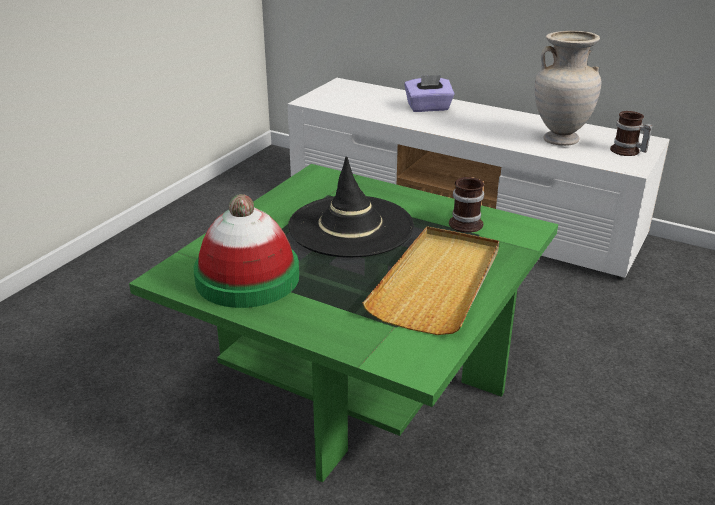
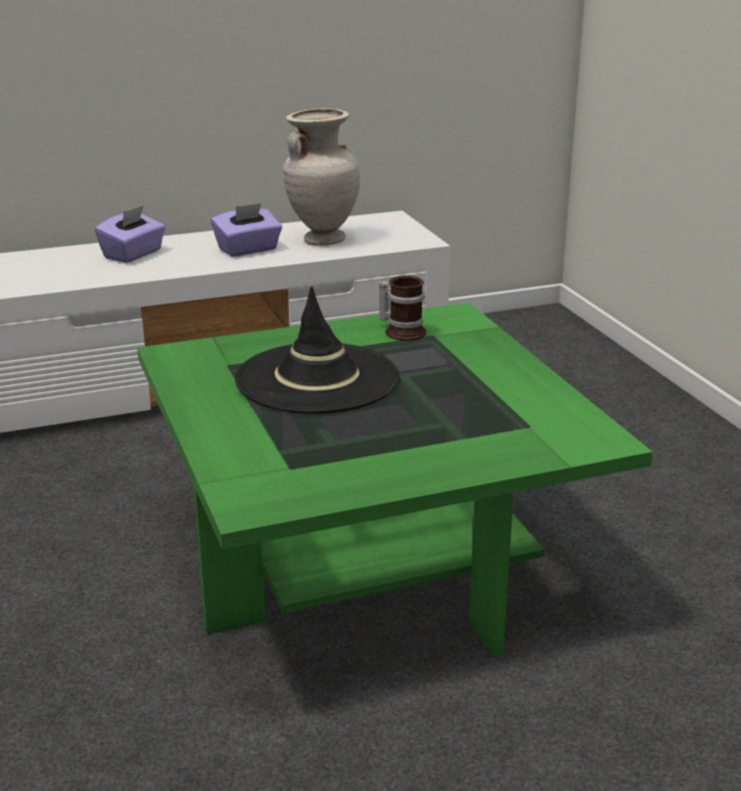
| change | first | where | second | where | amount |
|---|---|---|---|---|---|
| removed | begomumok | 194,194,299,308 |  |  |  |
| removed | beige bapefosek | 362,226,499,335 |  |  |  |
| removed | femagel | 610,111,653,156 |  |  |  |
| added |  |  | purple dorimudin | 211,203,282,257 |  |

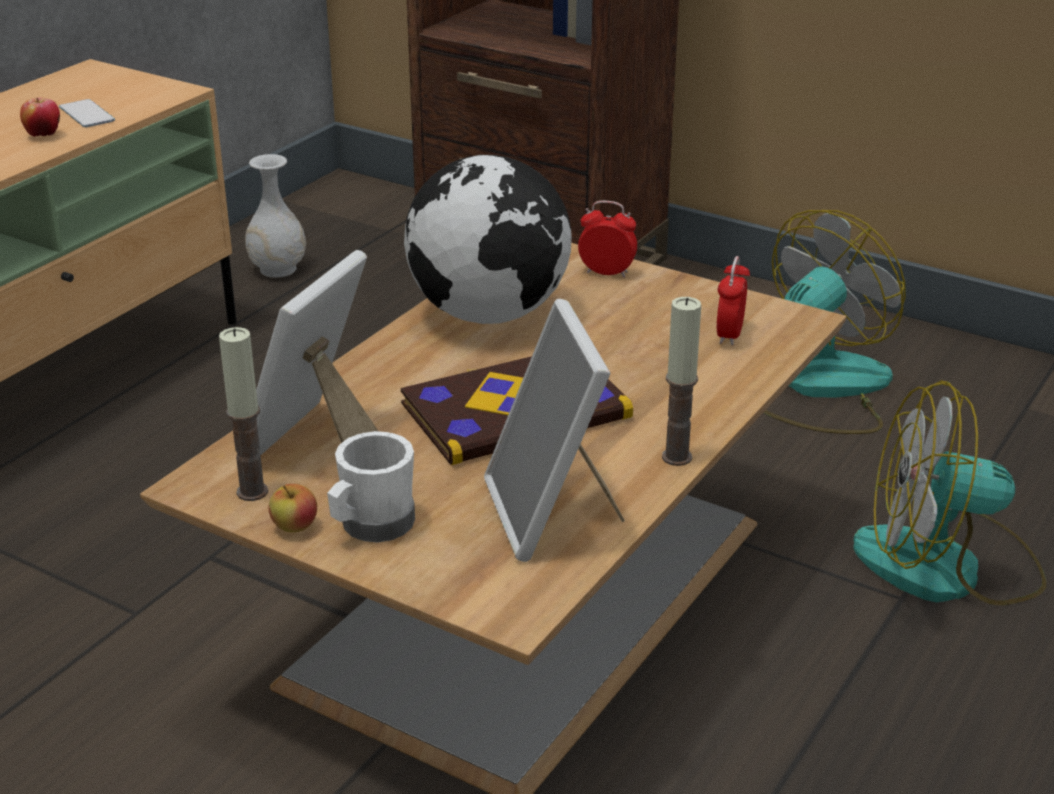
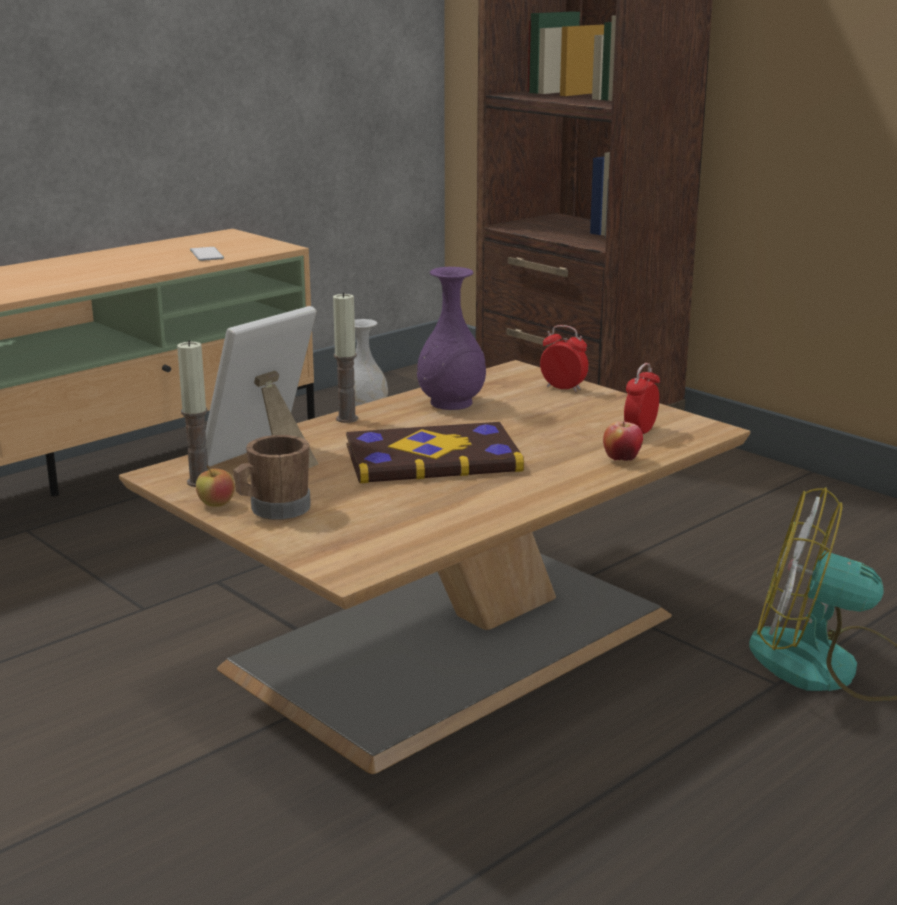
| change | first | where | second | where | amount |
|---|---|---|---|---|---|
| moved | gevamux | 20,98,60,137 |  | 603,422,643,461 |  |
| recoloured | white femagel | 327,431,415,543 | brown femagel | 233,435,311,520 |  |
| replaced | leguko | 404,155,572,324 | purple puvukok | 417,267,486,410 |  |
| removed | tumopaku | 484,299,625,562 |  |  |  |
| moved | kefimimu | 662,297,701,466 |  | 333,292,358,423 |  |
| removed | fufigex | 764,210,906,434 |  |  |  |

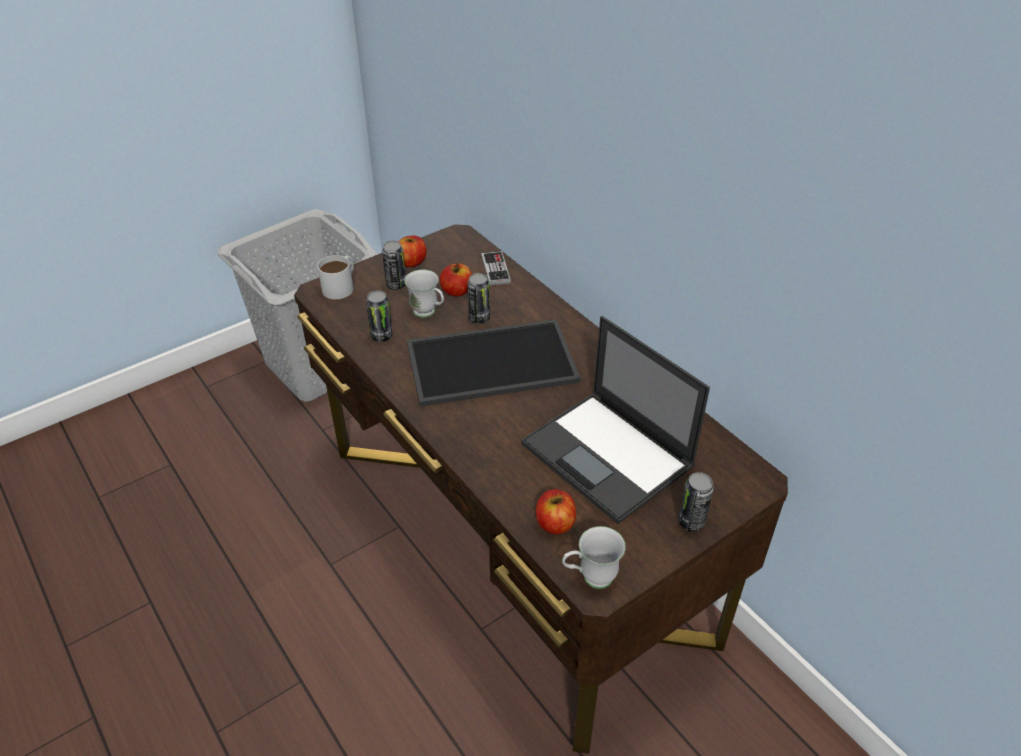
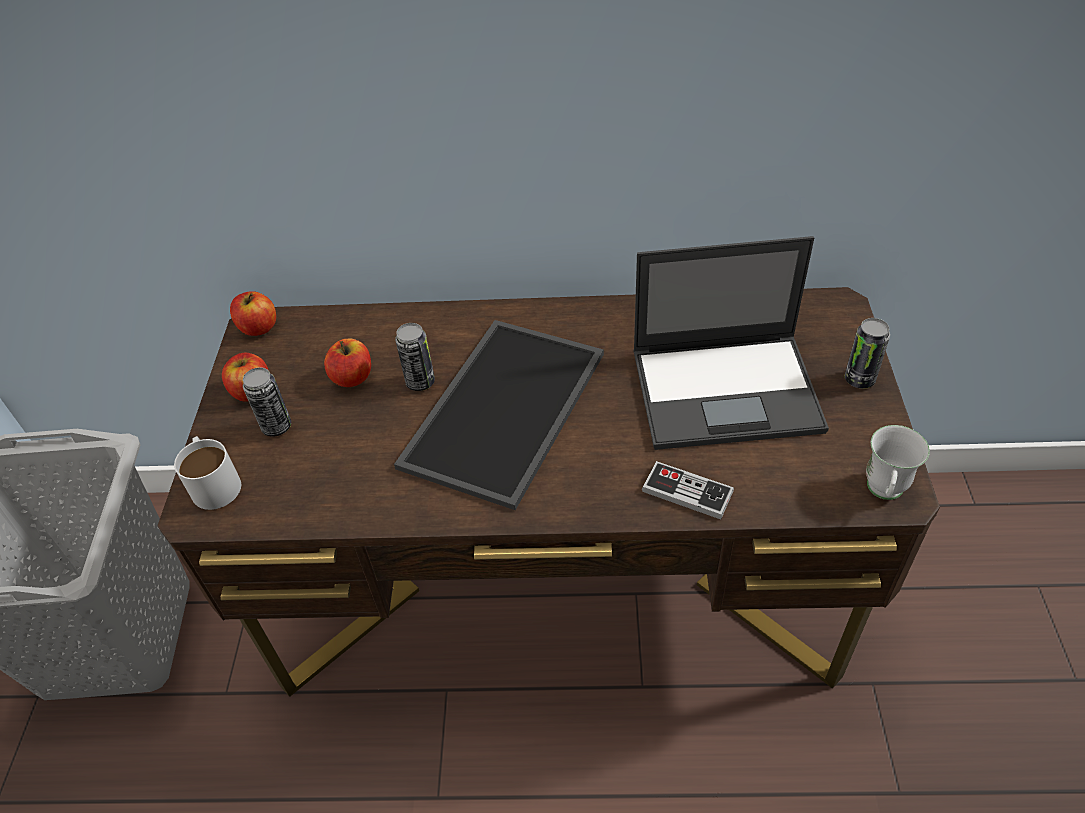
| change | first | where | second | where | amount |
|---|---|---|---|---|---|
| removed | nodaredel | 366,290,392,342 |  |  |  |
| removed | white femagel | 404,270,444,318 |  |  |  |
| moved | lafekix | 481,251,511,286 |  | 642,461,734,519 |  |
| moved | gevamux | 536,489,576,534 |  | 230,291,276,336 |  |

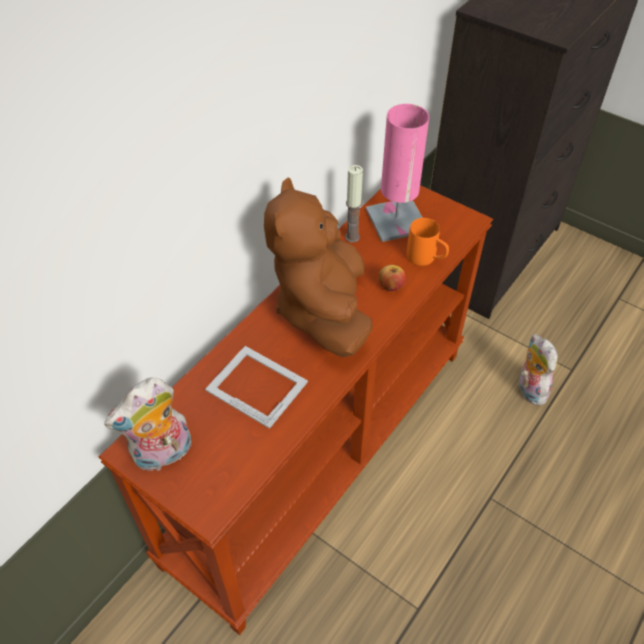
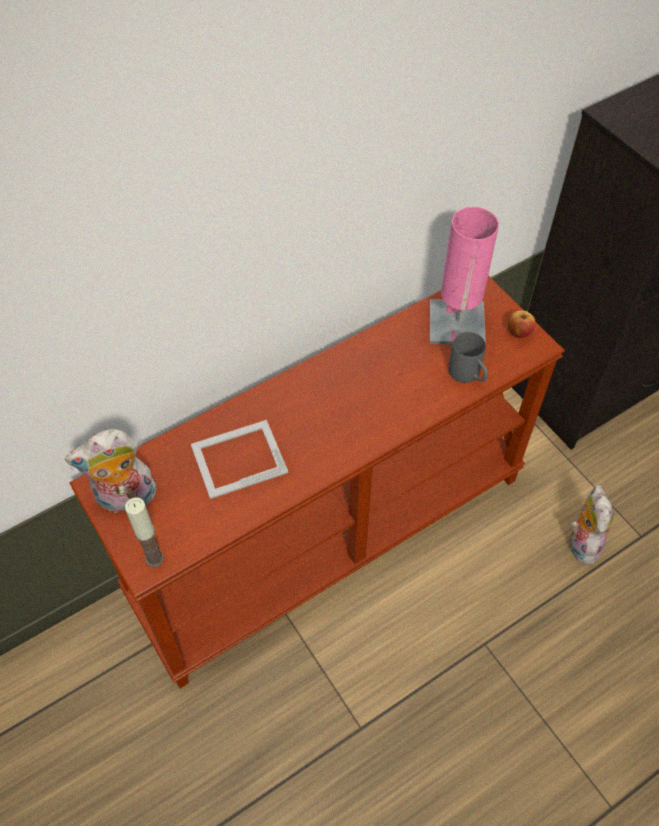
| change | first | where | second | where | amount |
|---|---|---|---|---|---|
| turned | tumopaku | 205,346,308,429 |  | 191,420,289,499 | 75 degrees counterclockwise |
| removed | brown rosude | 264,177,373,357 |  |  |  |
| moved | kefimimu | 345,165,363,243 |  | 125,497,164,567 |  |
| moved | gevamux | 379,265,405,291 |  | 508,310,535,338 |  |
| recoloured | orange femagel | 407,218,449,266 | grey femagel | 448,332,488,383 |  |

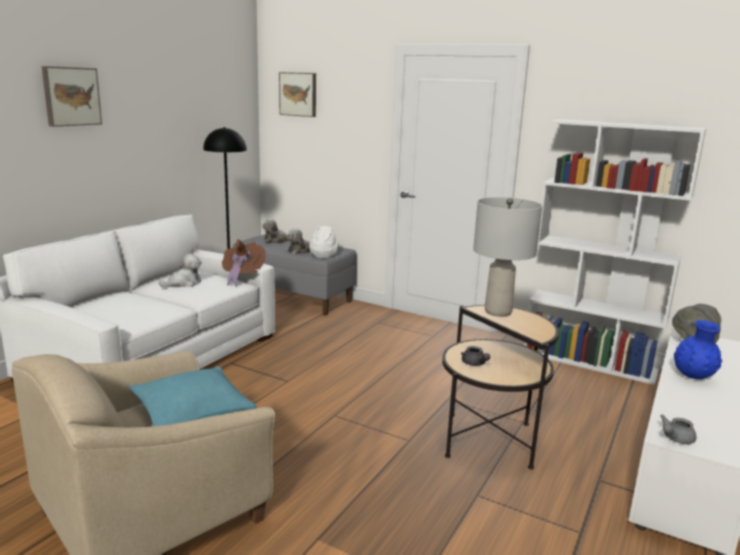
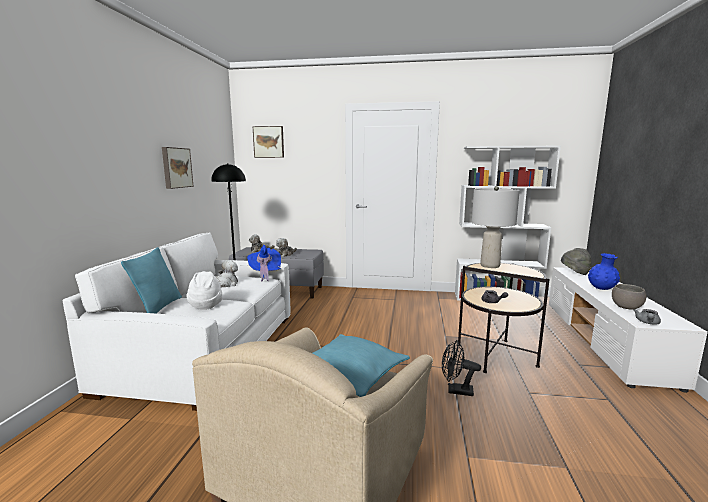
| change | first | where | second | where | amount |
|---|---|---|---|---|---|
| moved | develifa | 42,66,102,127 |  | 162,147,194,189 |  |
| recoloured | brown begomumok | 222,239,266,286 | blue begomumok | 247,245,281,281 |  |
| moved | white begomumok | 309,226,338,258 |  | 186,271,222,310 |  |
| added |  |  | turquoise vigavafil | 121,247,182,314 |  |
| added |  |  | black fufigex | 442,340,481,396 |  |
| added |  |  | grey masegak | 612,284,646,310 |  |

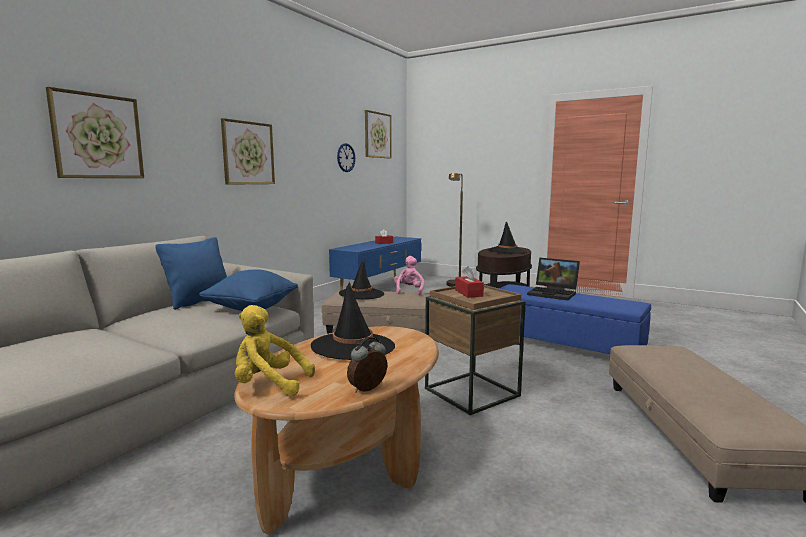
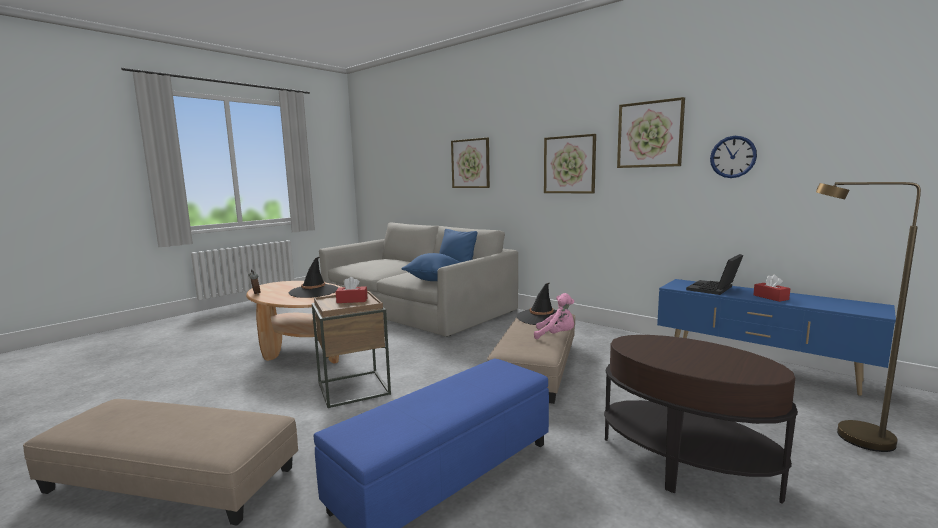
| change | first | where | second | where | amount |
|---|---|---|---|---|---|
| removed | yellow rosude | 235,305,315,396 |  |  |  |
| moved | develifa | 365,110,392,159 |  | 617,97,685,168 |  |
| removed | black begomumok | 488,221,527,254 |  |  |  |
| moved | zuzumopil | 527,258,580,301 |  | 686,254,743,295 |  |

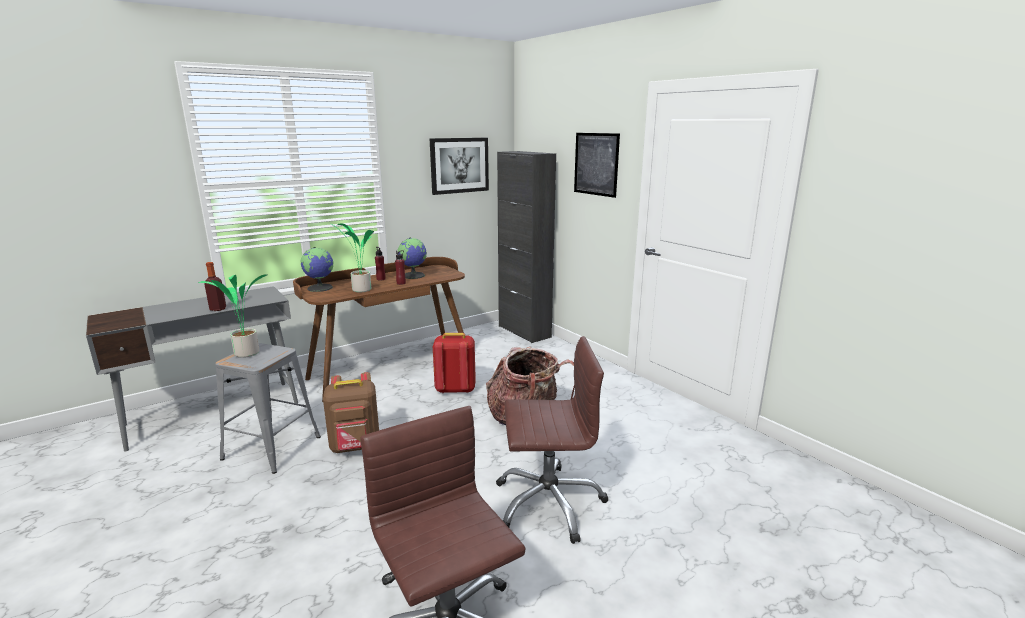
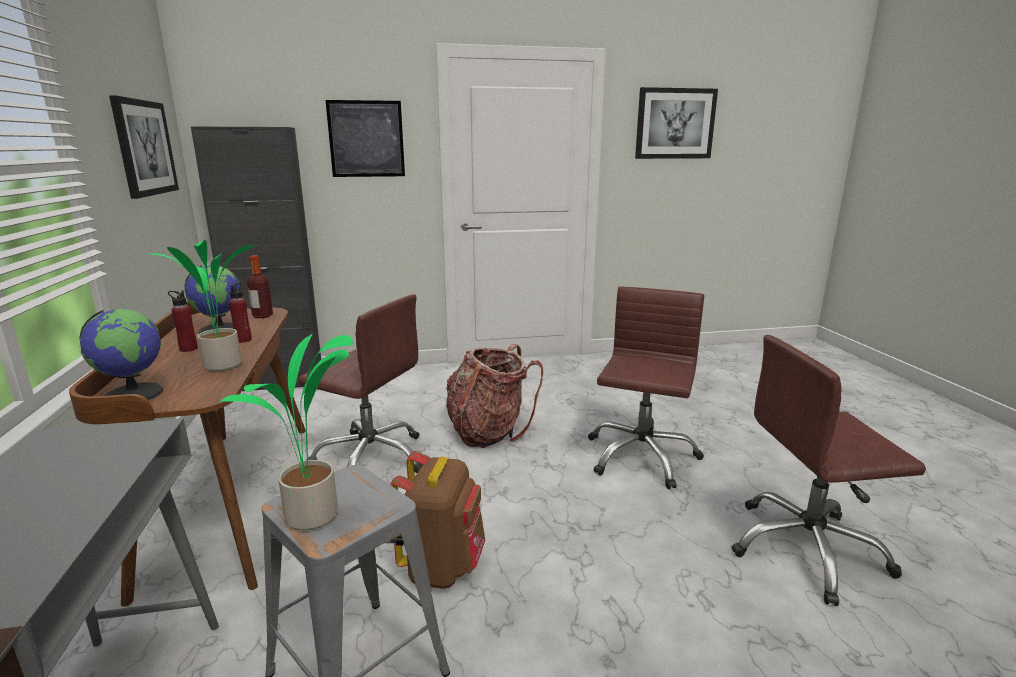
| change | first | where | second | where | amount |
|---|---|---|---|---|---|
| moved | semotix | 204,262,226,311 |  | 247,255,273,318 |  |
| replaced | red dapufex | 433,333,476,393 | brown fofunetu | 298,294,422,473 |  |
| added |  |  | develifa | 635,87,718,159 |  |

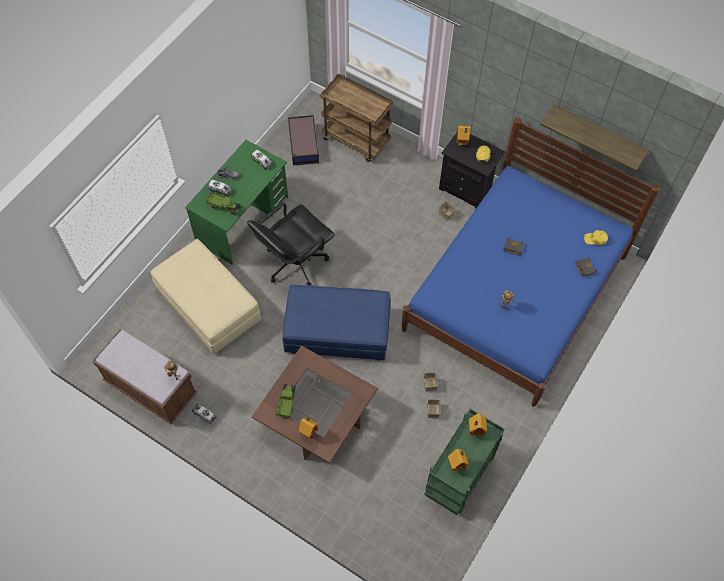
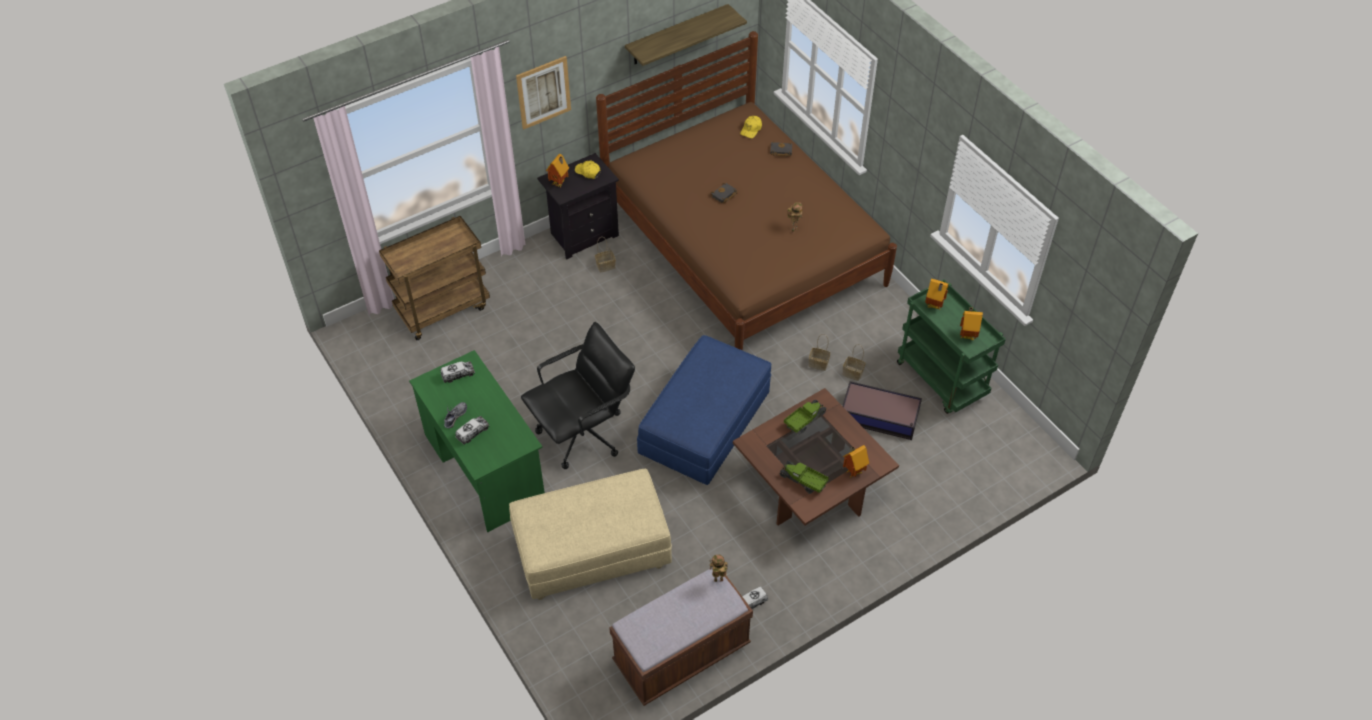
| change | first | where | second | where | amount |
|---|---|---|---|---|---|
| moved | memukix | 206,191,241,216 |  | 784,400,827,433 |  |
| turned | black fofunetu | 247,203,335,286 |  | 521,322,635,469 | 105 degrees counterclockwise |
| moved | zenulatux | 288,115,319,165 |  | 842,381,922,440 |  |
| recoloured | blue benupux | 402,117,660,407 | brown benupux | 596,31,897,350 |  |
| added |  |  | develifa | 516,56,571,129 |  |

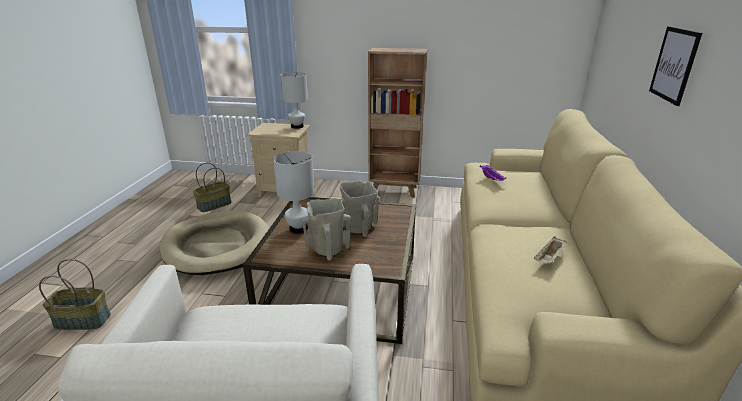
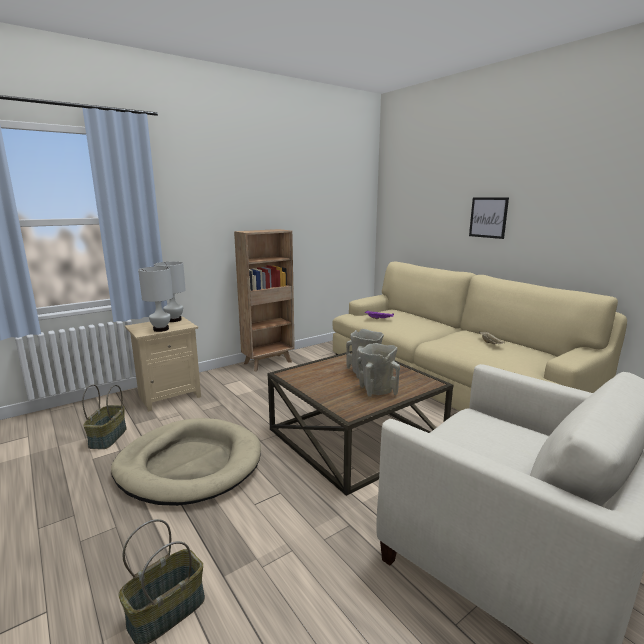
| change | first | where | second | where | amount |
|---|---|---|---|---|---|
| moved | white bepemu | 273,151,314,234 |  | 138,266,173,332 |  |

